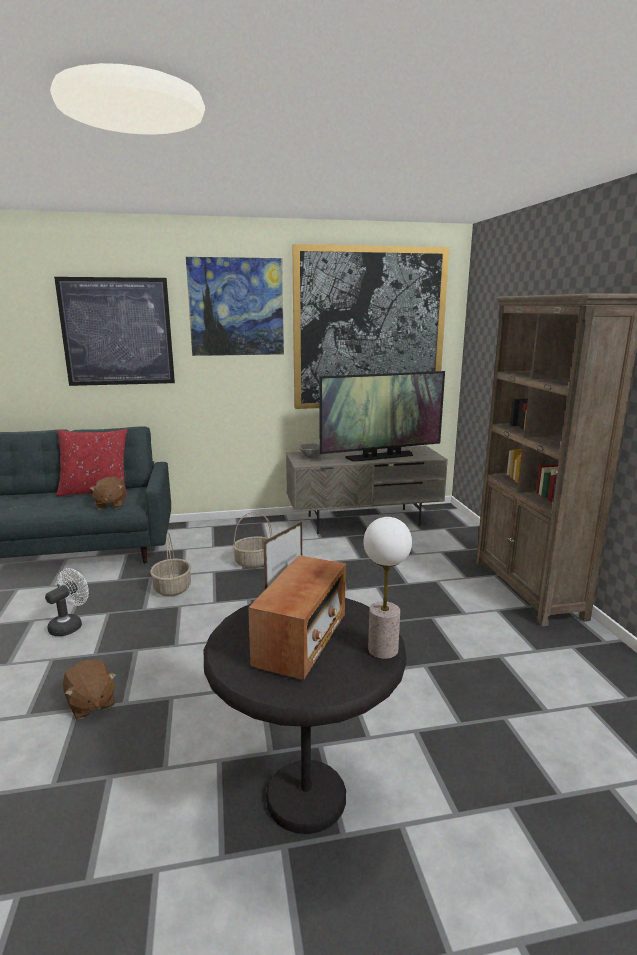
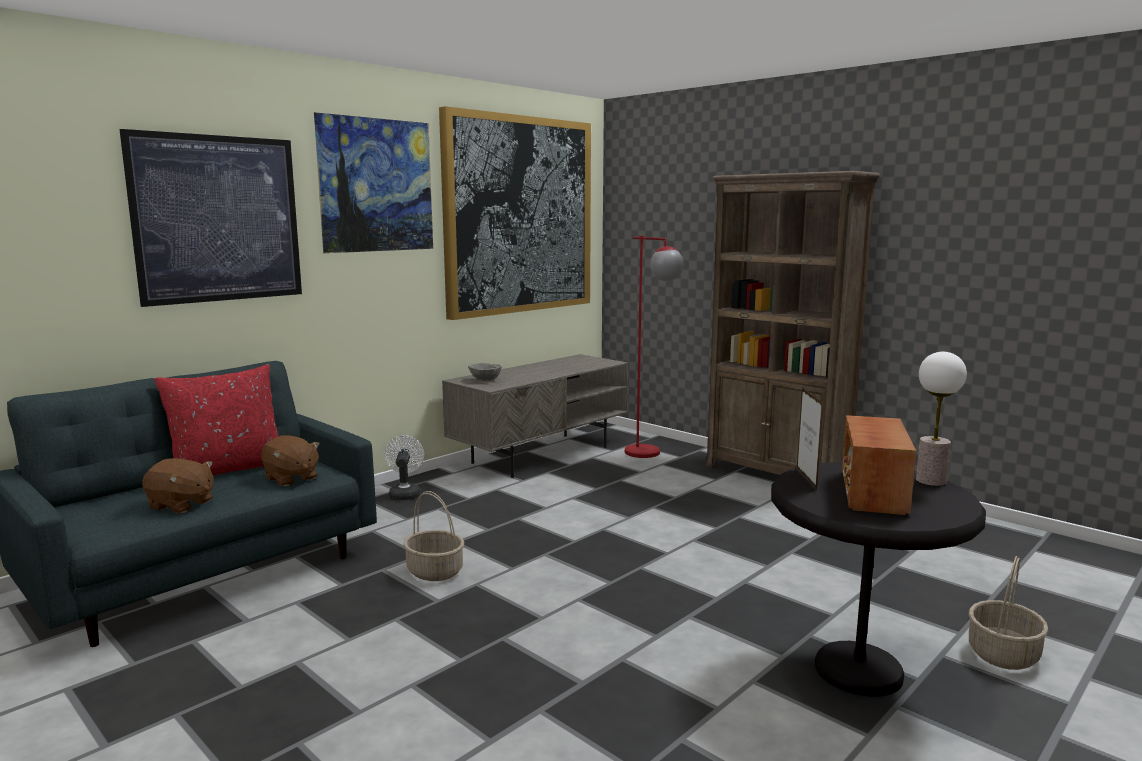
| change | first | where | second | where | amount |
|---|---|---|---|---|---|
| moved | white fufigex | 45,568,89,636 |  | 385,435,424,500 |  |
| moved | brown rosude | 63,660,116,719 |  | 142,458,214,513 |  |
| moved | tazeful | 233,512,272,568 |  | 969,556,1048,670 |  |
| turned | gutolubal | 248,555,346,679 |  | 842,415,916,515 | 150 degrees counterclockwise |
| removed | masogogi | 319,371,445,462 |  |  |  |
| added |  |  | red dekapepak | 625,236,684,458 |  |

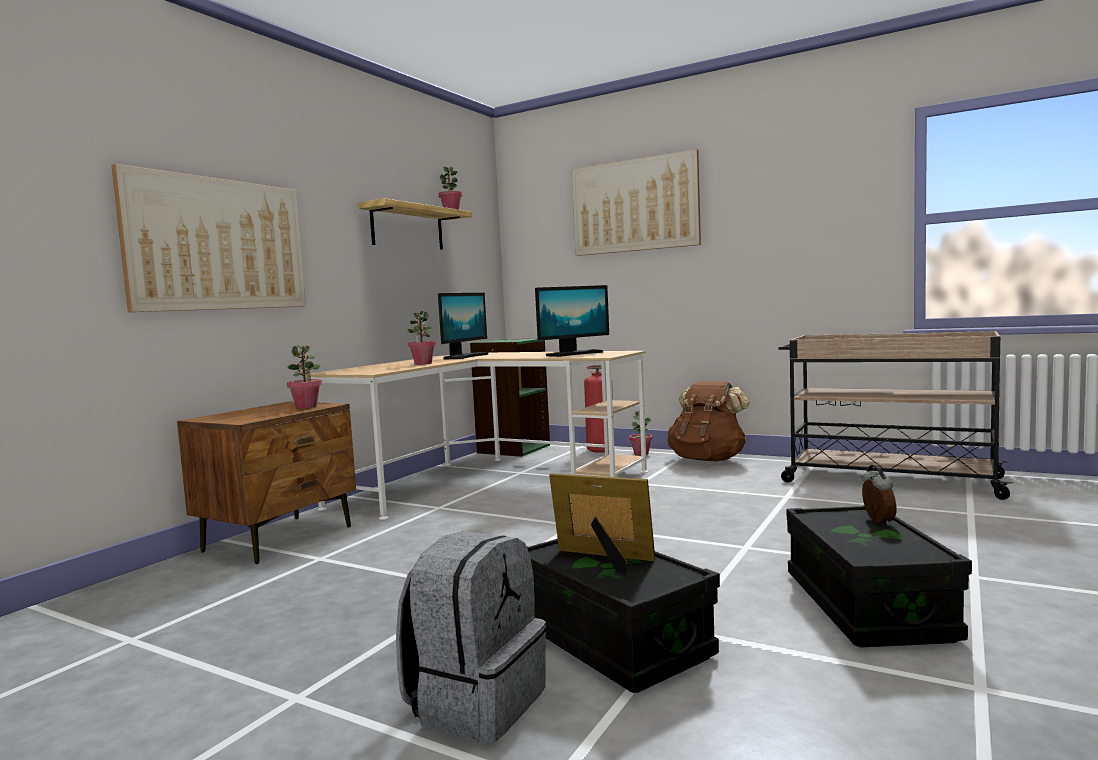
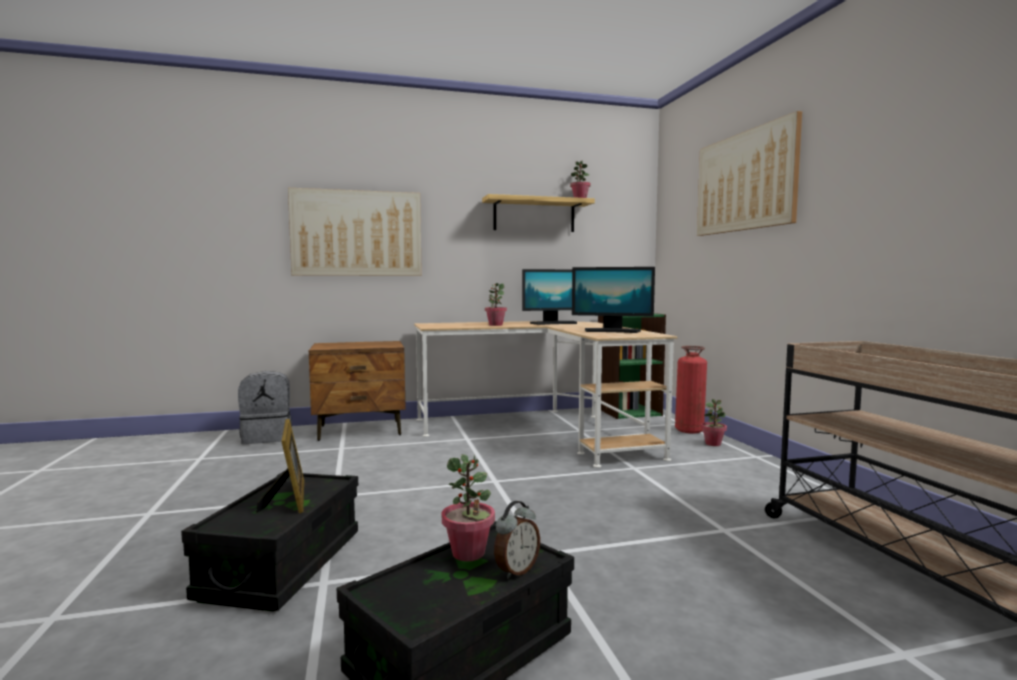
| change | first | where | second | where | amount |
|---|---|---|---|---|---|
| moved | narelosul | 287,345,322,409 |  | 442,454,495,561 |  |
| moved | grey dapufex | 396,531,546,743 |  | 238,371,292,444 |  |
| removed | brown dapufex | 667,381,750,462 |  |  |  |

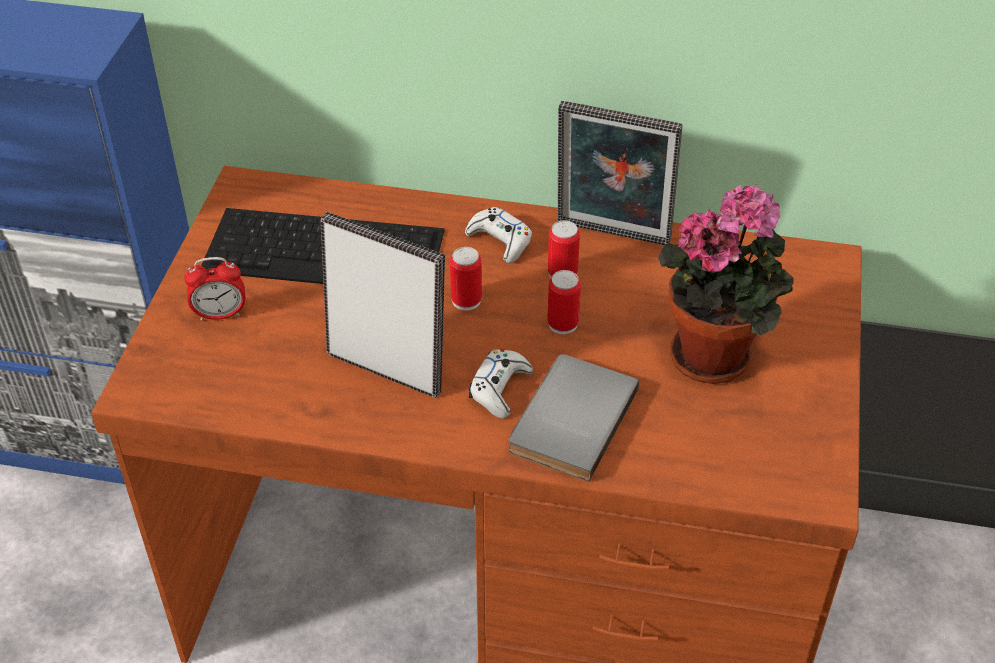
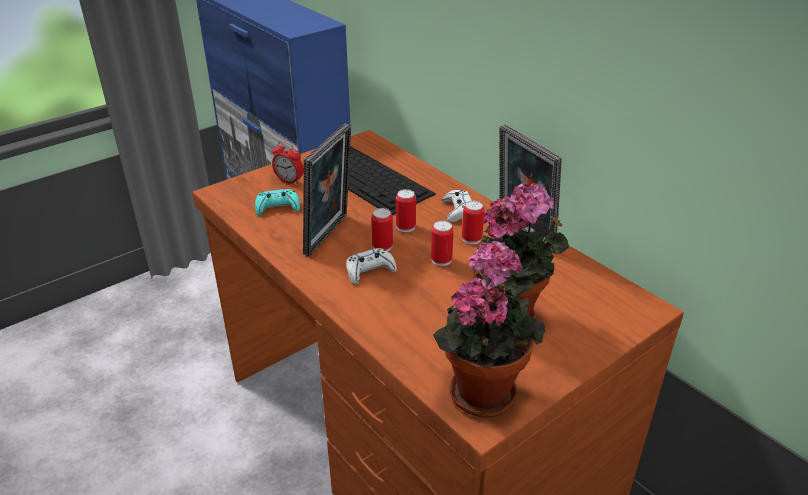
| change | first | where | second | where | amount |
|---|---|---|---|---|---|
| turned | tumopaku | 321,212,445,398 |  | 303,124,351,256 | 45 degrees clockwise |
| removed | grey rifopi | 509,354,639,482 |  |  |  |
| added |  |  | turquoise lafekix | 255,189,300,216 |  |
| added |  |  | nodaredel | 371,208,393,252 |  |
| added |  |  | narelosul | 433,241,545,417 |  |

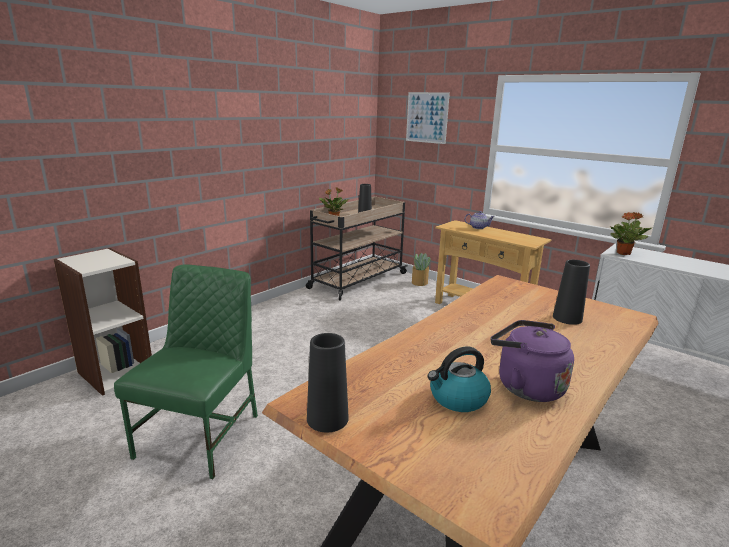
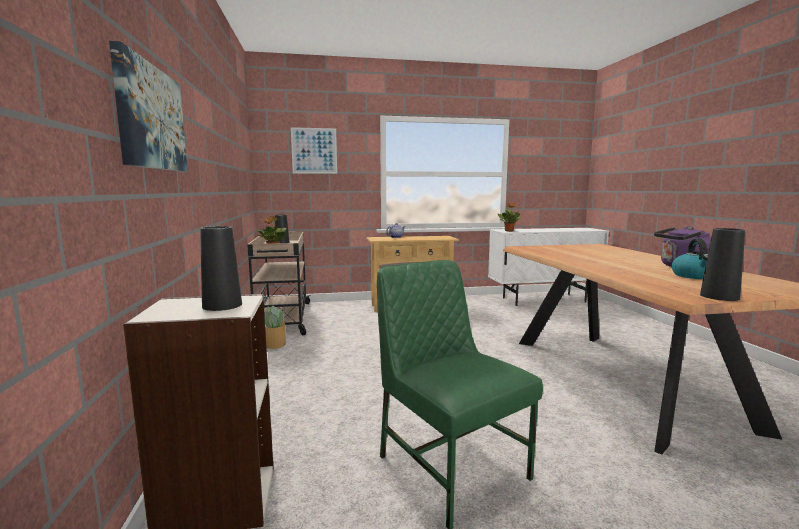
| change | first | where | second | where | amount |
|---|---|---|---|---|---|
| moved | narelosul | 412,253,431,286 |  | 264,305,286,349 |  |
| moved | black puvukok | 553,260,590,325 |  | 200,226,242,311 |  |
| added |  |  | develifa | 109,41,188,172 |  |

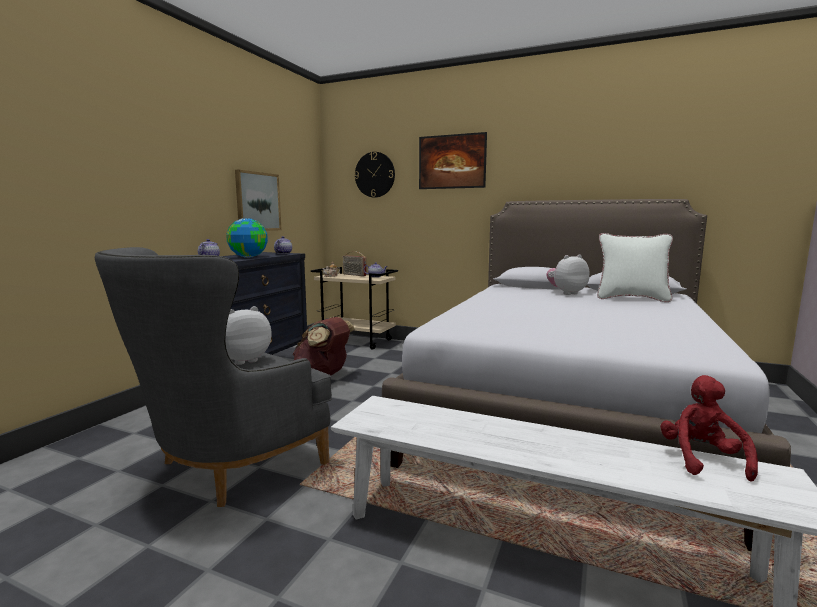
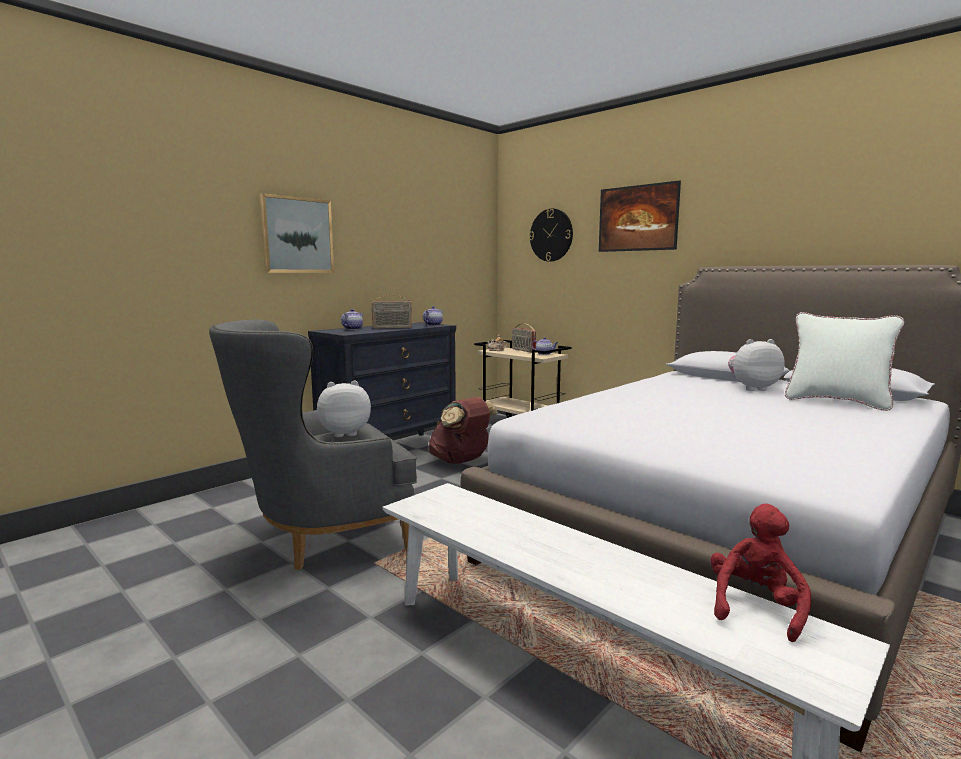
| change | first | where | second | where | amount |
|---|---|---|---|---|---|
| replaced | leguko | 226,218,268,258 | gutolubal | 371,295,412,329 |  |
| moved | develifa | 235,170,281,231 |  | 260,193,334,273 |  |

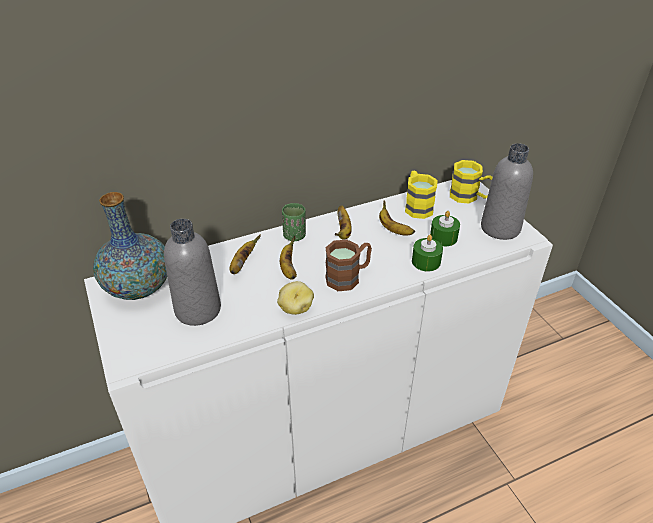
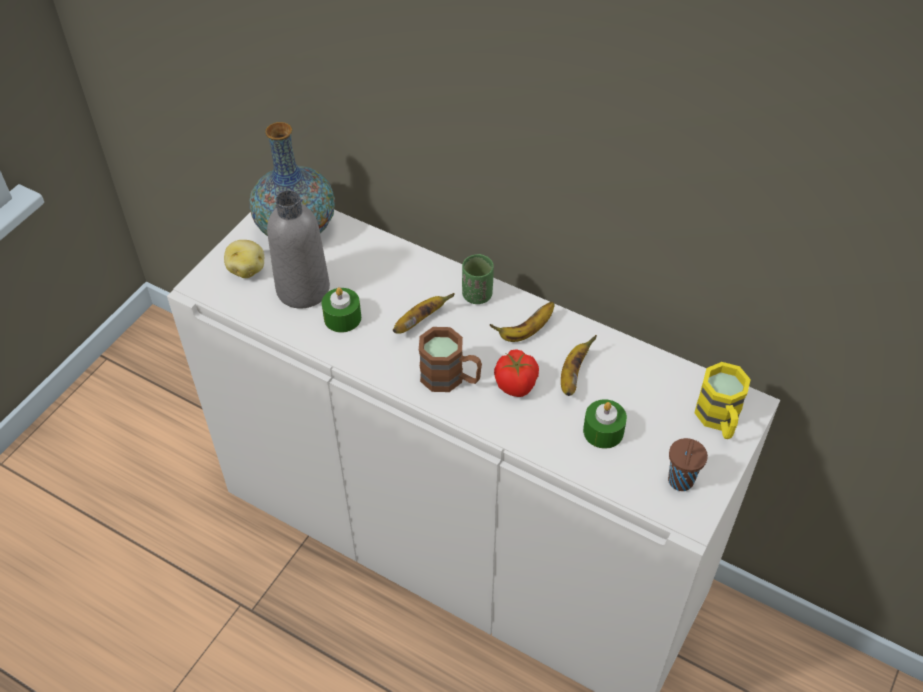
| change | first | where | second | where | amount |
|---|---|---|---|---|---|
| removed | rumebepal | 230,234,261,274 |  |  |  |
| moved | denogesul | 277,281,314,315 |  | 224,240,264,278 |  |
| removed | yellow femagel | 405,171,438,219 |  |  |  |
| moved | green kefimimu | 412,234,443,271 |  | 322,288,361,333 |  |
| replaced | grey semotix | 481,143,533,240 | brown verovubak | 668,438,708,491 |  |
| added |  |  | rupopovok | 494,349,539,397 |  |

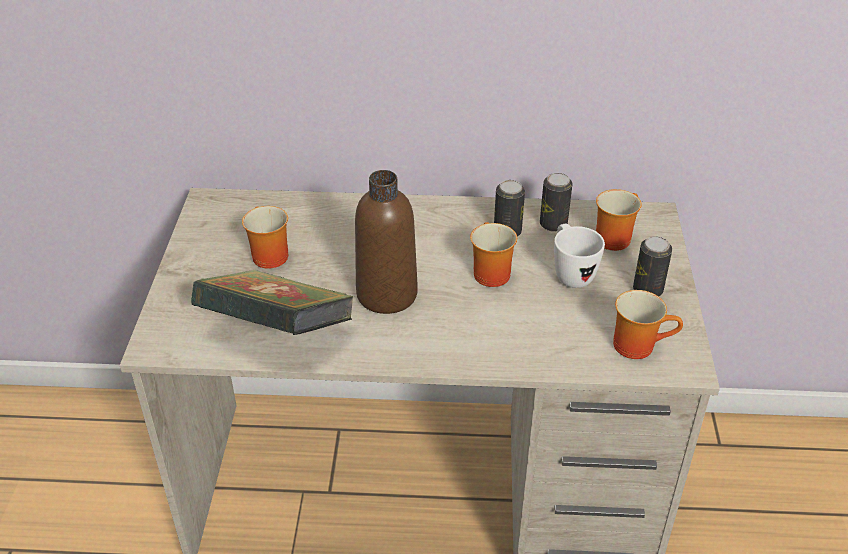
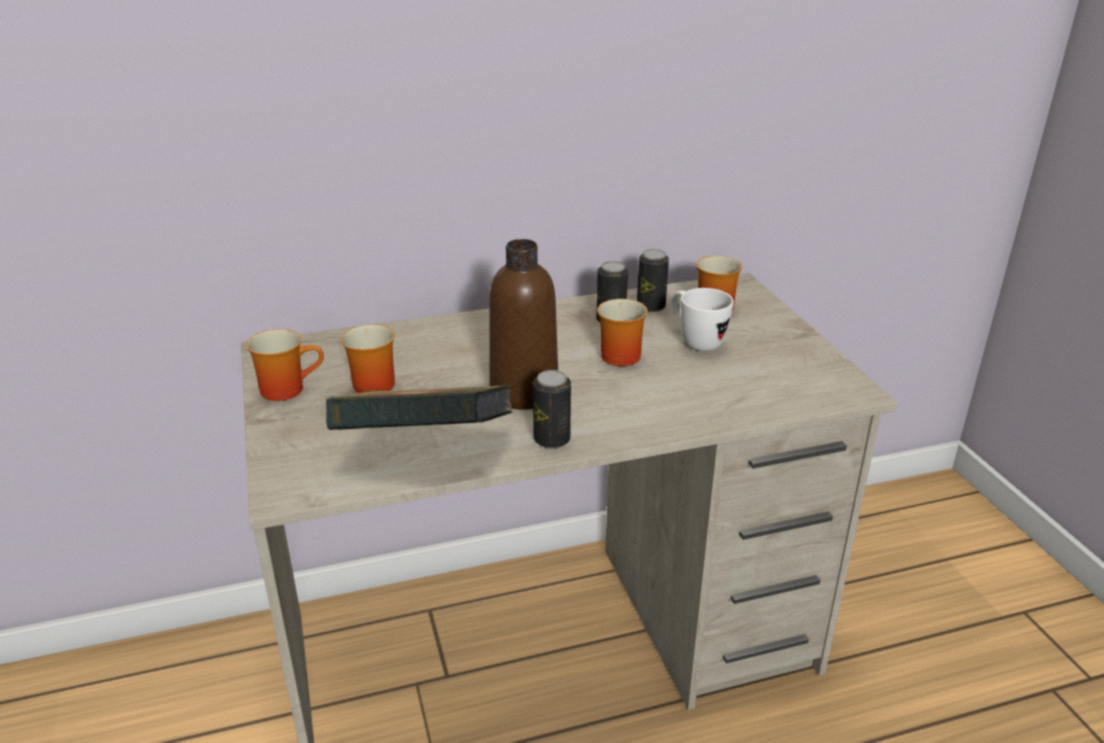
| change | first | where | second | where | amount |
|---|---|---|---|---|---|
| moved | femagel | 613,290,683,359 |  | 246,329,324,401 |  |
| moved | nodaredel | 633,236,672,296 |  | 533,370,571,449 |  |

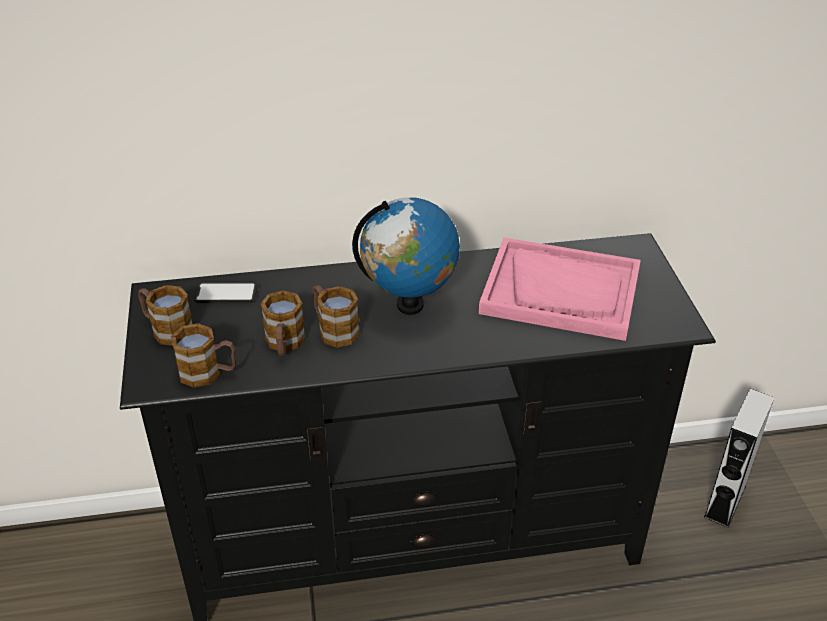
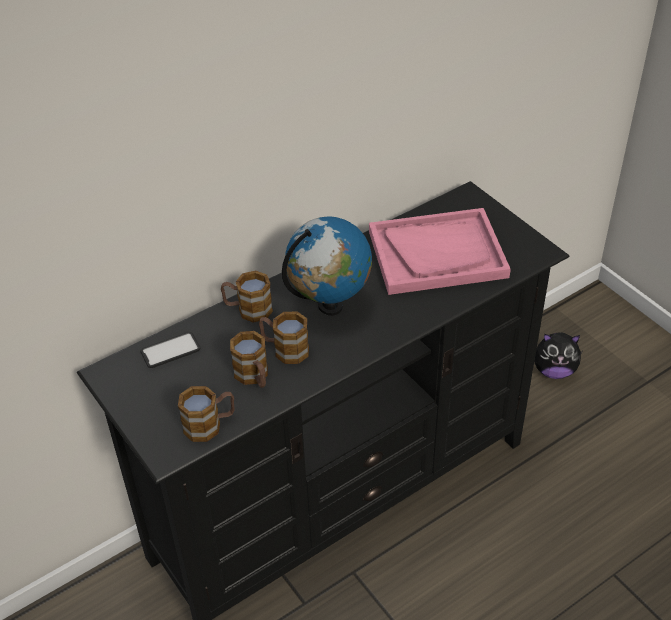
| change | first | where | second | where | amount |
|---|---|---|---|---|---|
| moved | femagel | 138,285,192,346 |  | 221,271,273,323 |  |
| replaced | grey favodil | 703,389,775,528 | rosude | 535,332,582,379 |  |

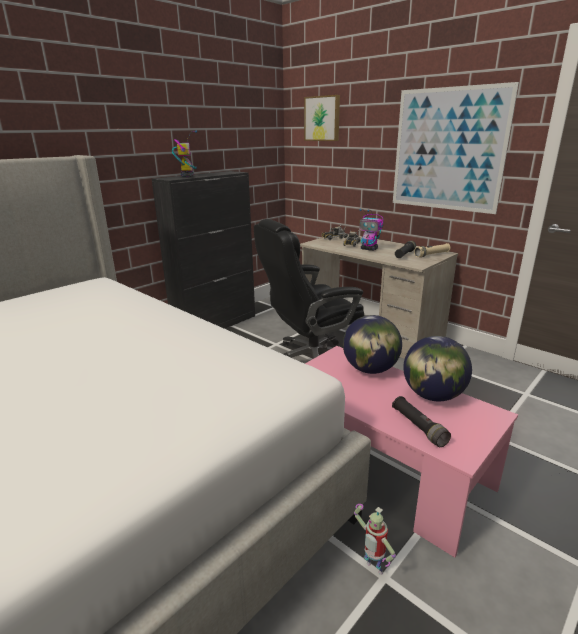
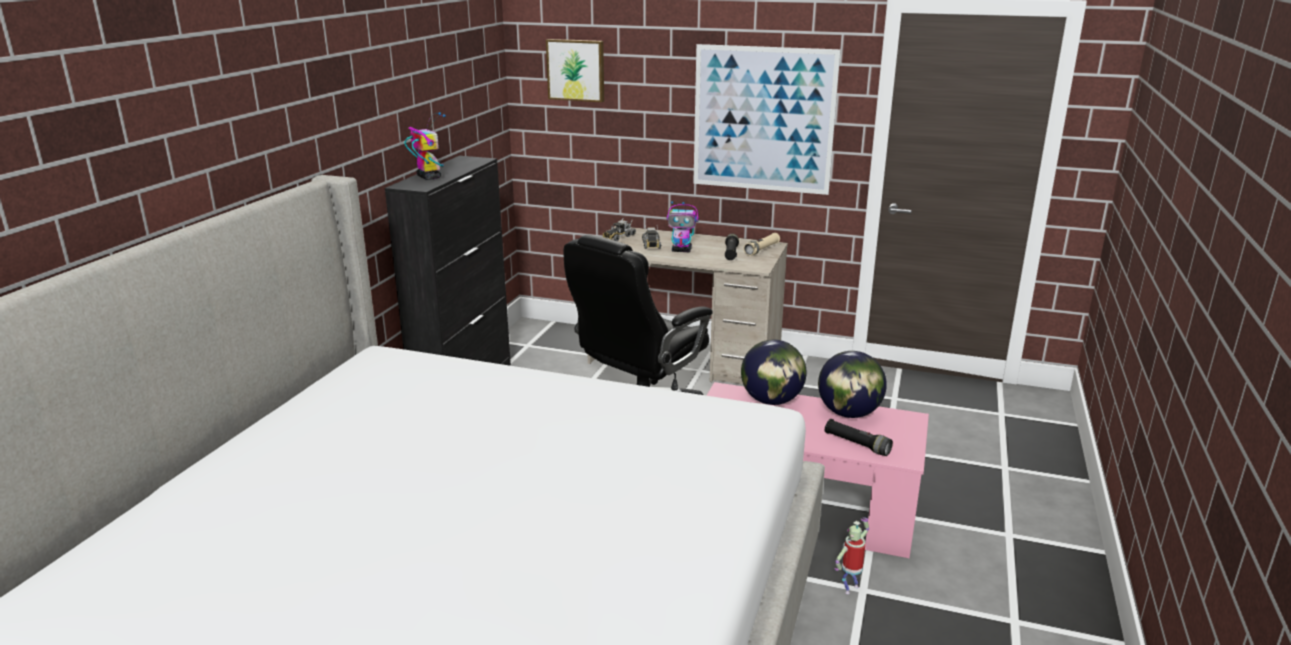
| change | first | where | second | where | amount |
|---|---|---|---|---|---|
| turned | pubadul | 354,504,396,575 |  | 834,517,869,594 | 120 degrees clockwise |

